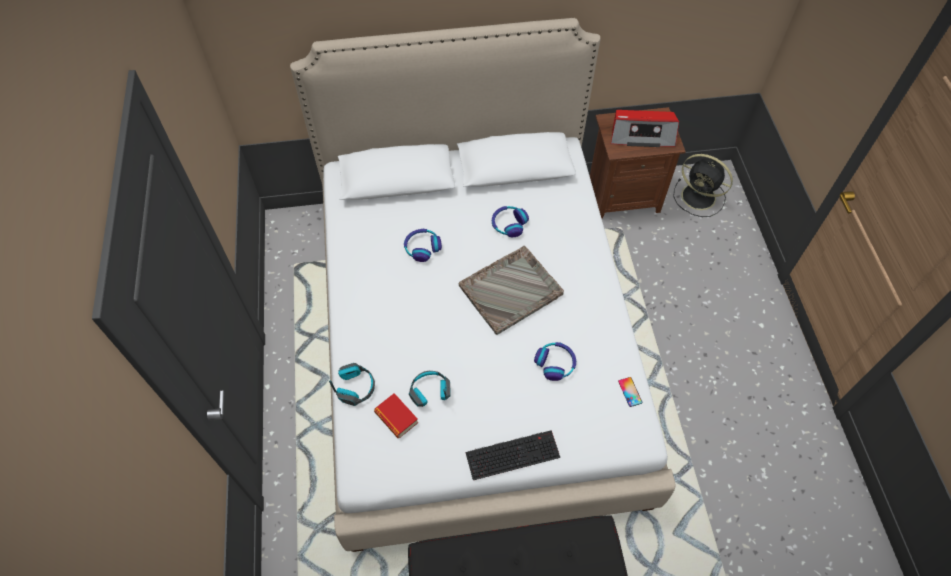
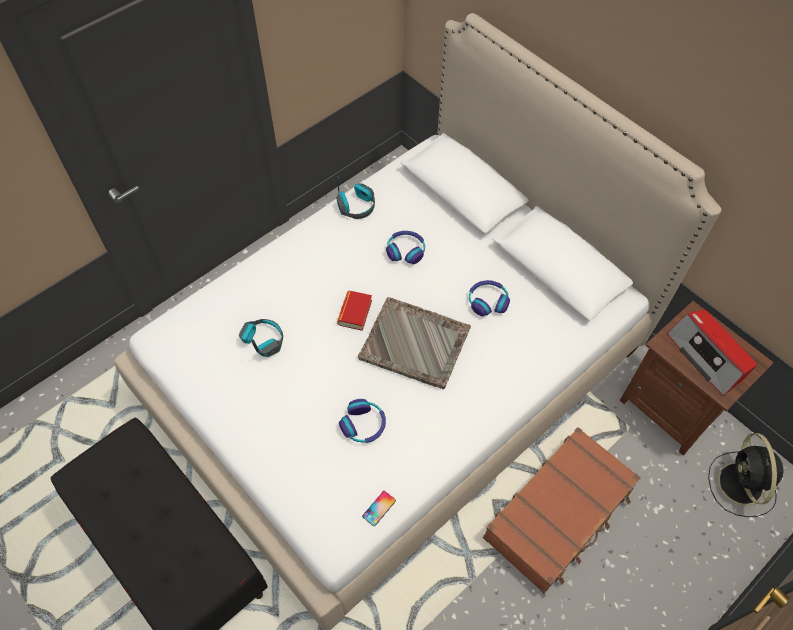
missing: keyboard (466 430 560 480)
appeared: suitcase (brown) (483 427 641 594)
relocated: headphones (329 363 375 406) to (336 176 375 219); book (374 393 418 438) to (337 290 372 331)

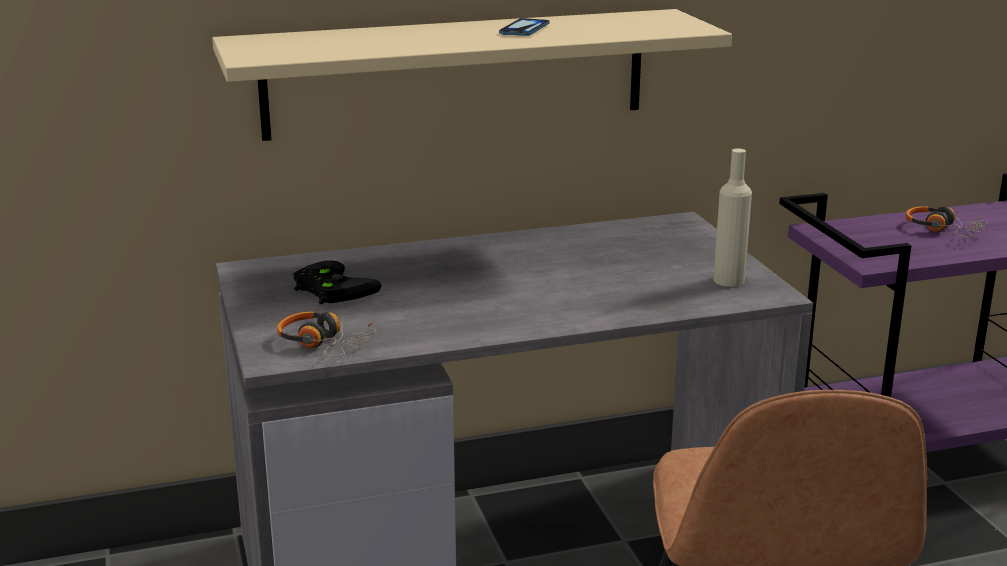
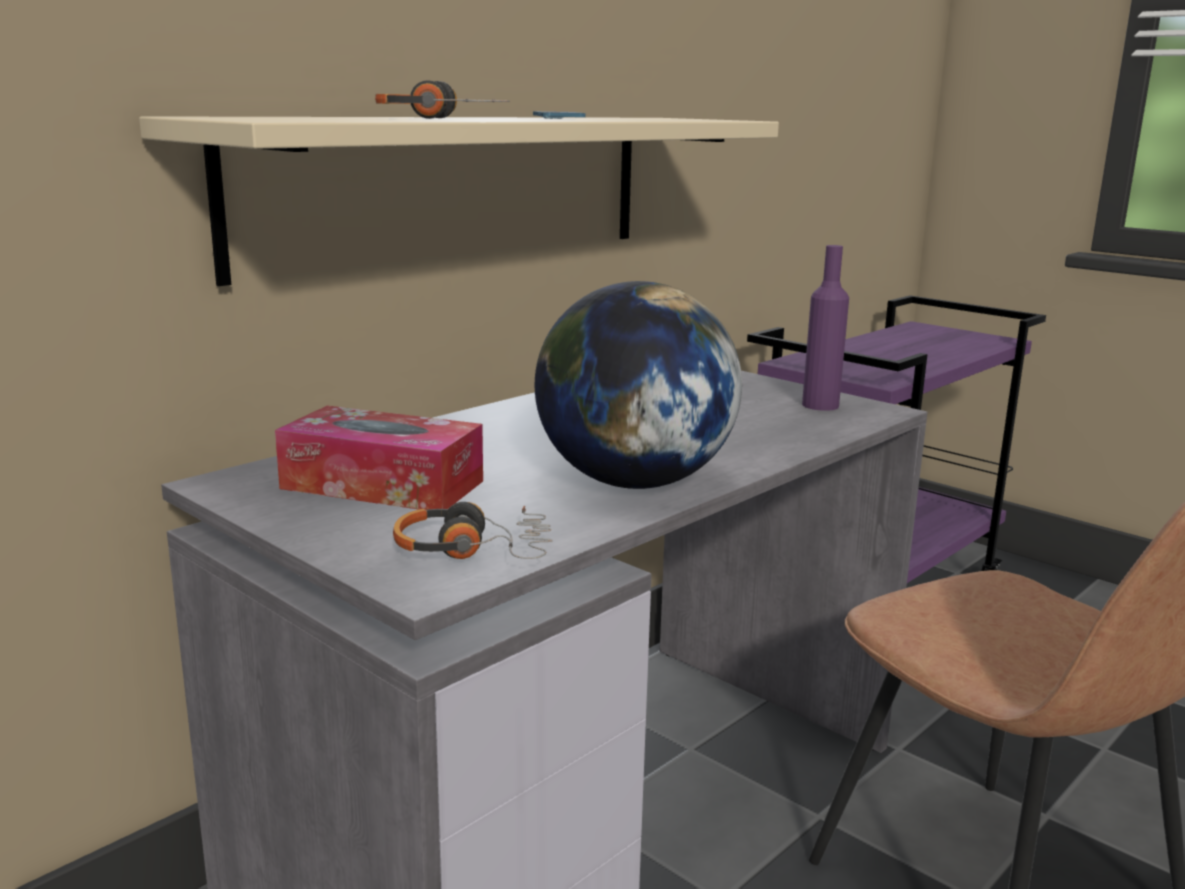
appeared: globe (535 281 742 489)
relocated: headphones (906 206 987 237) to (375 80 509 119)
exchanged: game controller (black) (293 260 381 304) to tissue box (275 406 483 510)
colour: bottle (beige) (713 148 752 287) to bottle (purple) (802 245 849 411)

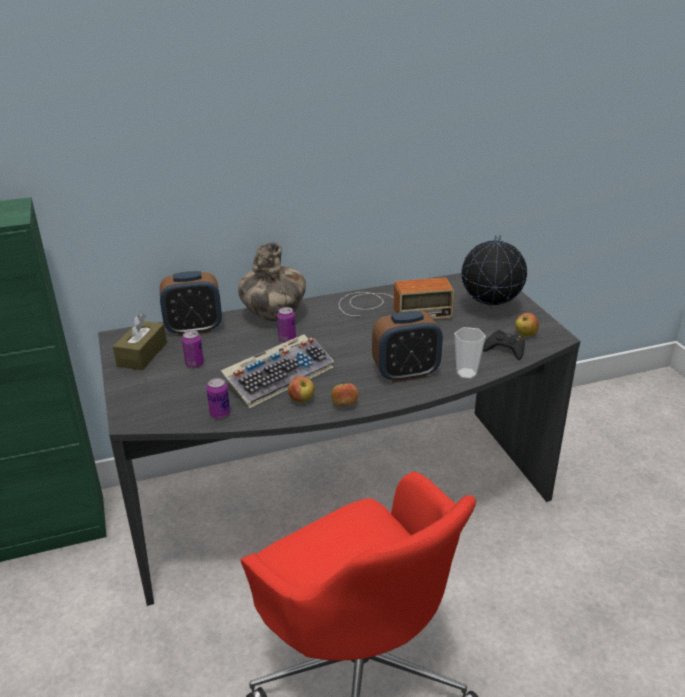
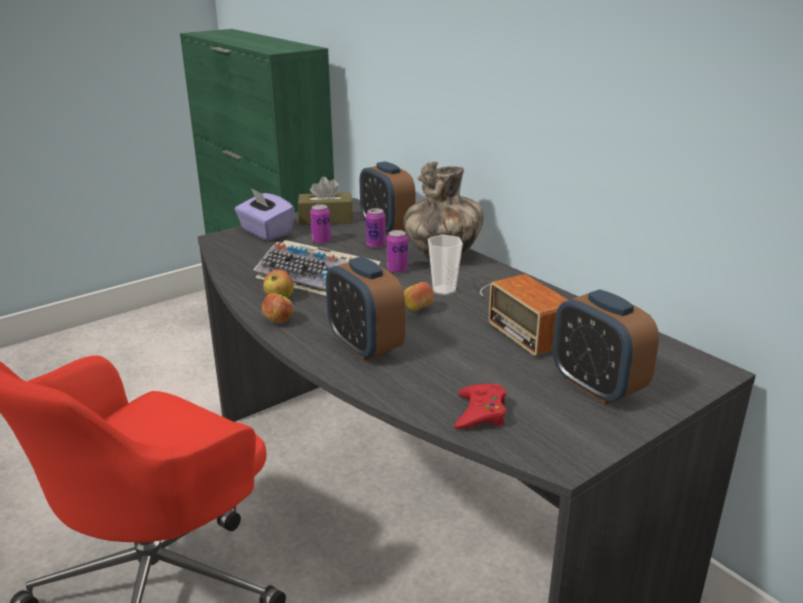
appeared: tissue box (purple) (234 188 294 241)
relocated: can (206 378 230 419) to (366 208 386 248); cup (454 327 486 379) to (428 234 463 296); apple (515 313 539 337) to (404 282 434 311)
exchanged: globe (461 235 527 310) to alarm clock (553 289 659 404)
colour: game controller (black) (483 330 525 360) to game controller (red) (454 383 507 429)

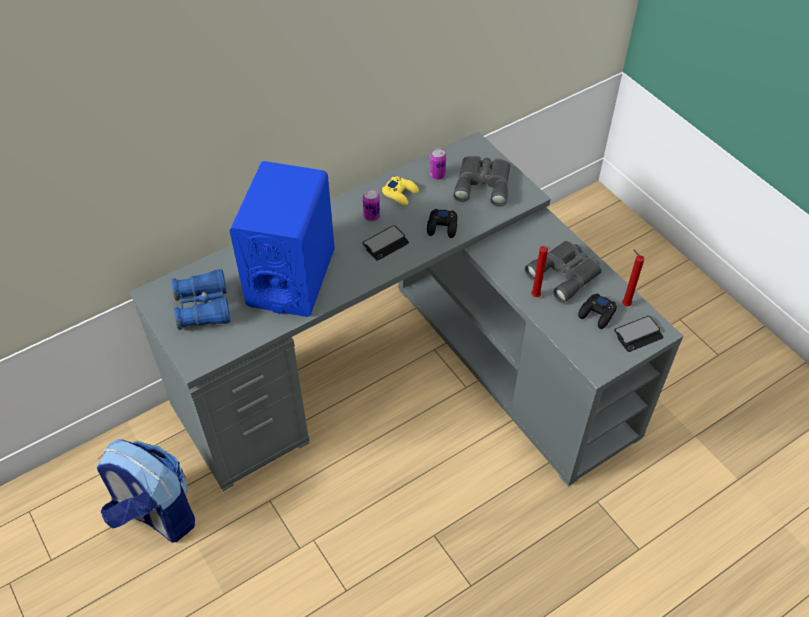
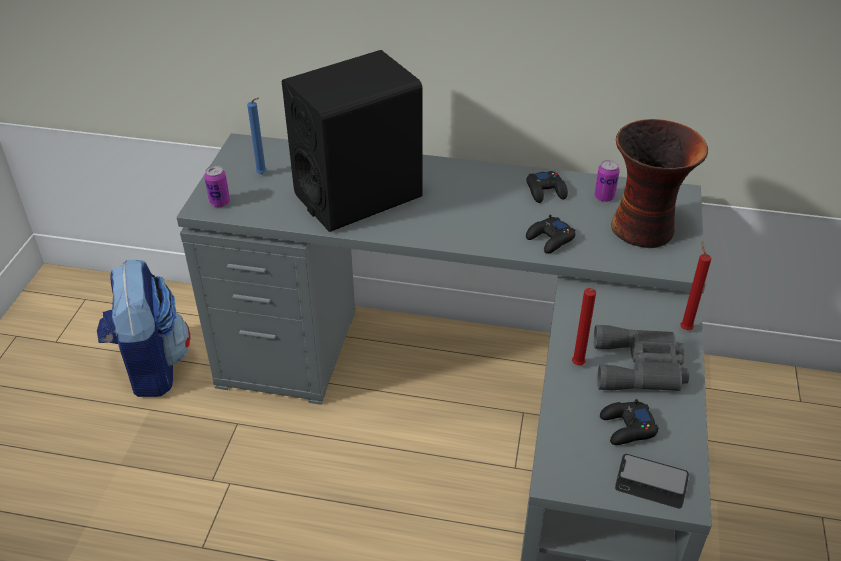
missing: phone (362 225 409 261)
relocated: can (363 189 380 221) to (204 166 230 207); candle (red) (622 249 645 306) to (680 242 711 330)
exchanged: binoculars (blue) (172 269 231 330) to candle (blue) (247 98 267 174); binoculars (grey) (454 155 510 207) to vase (611 119 708 248)
colour: speaker (blue) (230 161 335 317) to speaker (black) (282 50 423 232); game controller (yellow) (382 177 419 206) to game controller (black) (527 171 568 203)

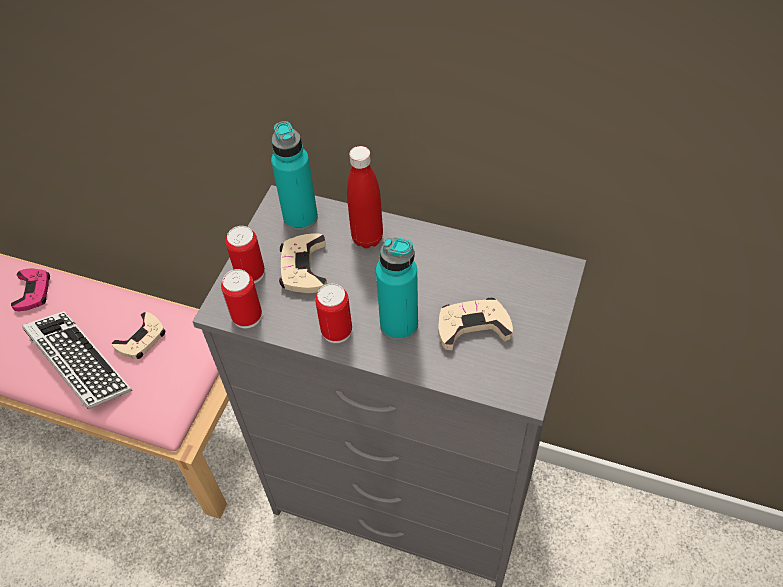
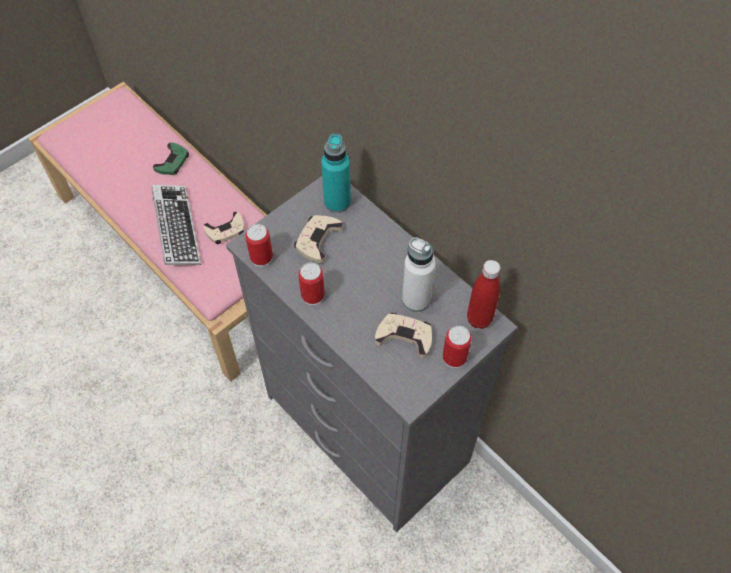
missing: bottle (turquoise) (376 237 418 341)
appeared: bottle (white) (402 237 436 312)
relocated: can (226 226 265 284) to (443 326 472 368); bottle (red) (347 146 383 248) to (467 260 500 329)
colour: game controller (pink) (11 268 50 311) to game controller (green) (153 143 189 175)

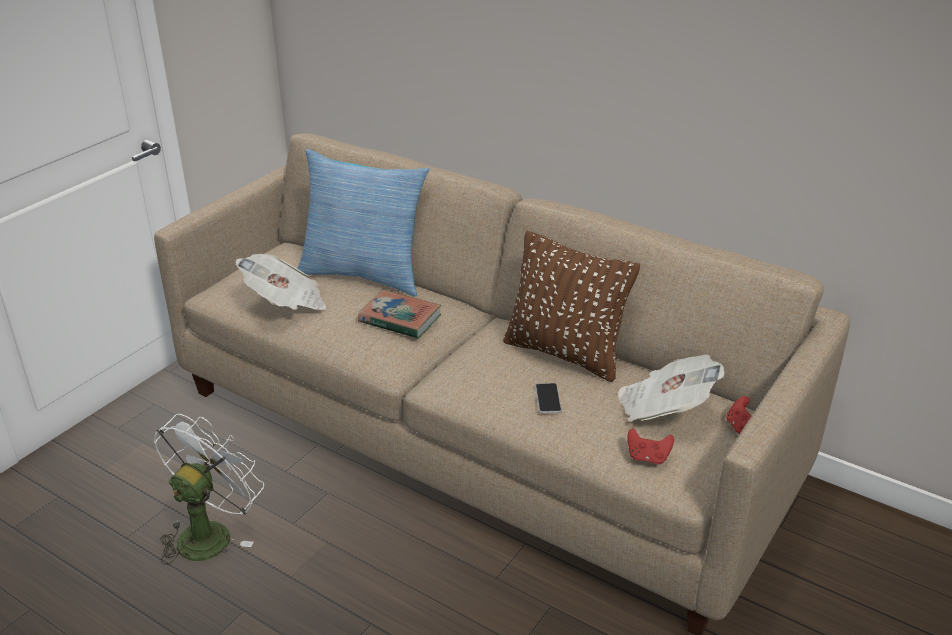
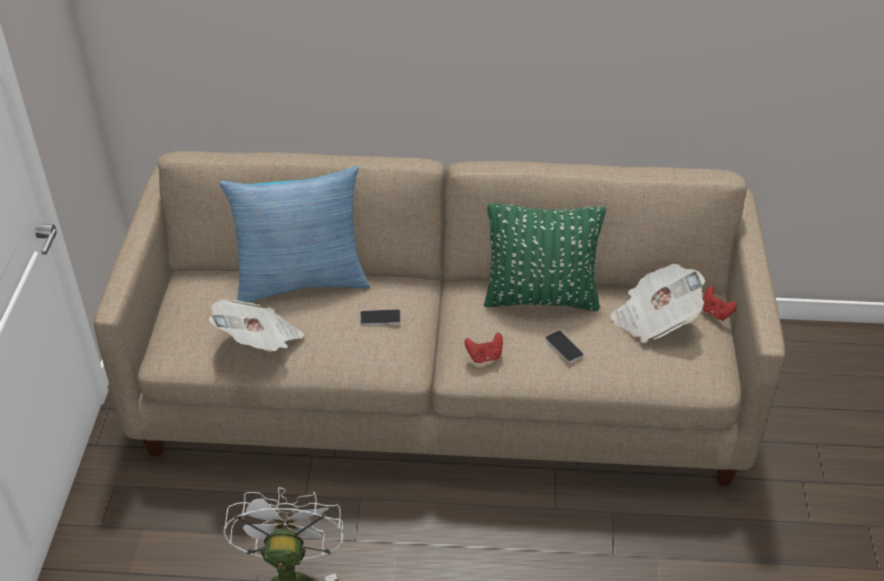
relocated: game controller (red) (628 428 674 464) to (465 333 503 363)
exchanged: book (358 290 441 339) to phone (360 309 401 325)
colour: pillow (brown) (503 231 640 382) to pillow (green) (484 203 606 311)

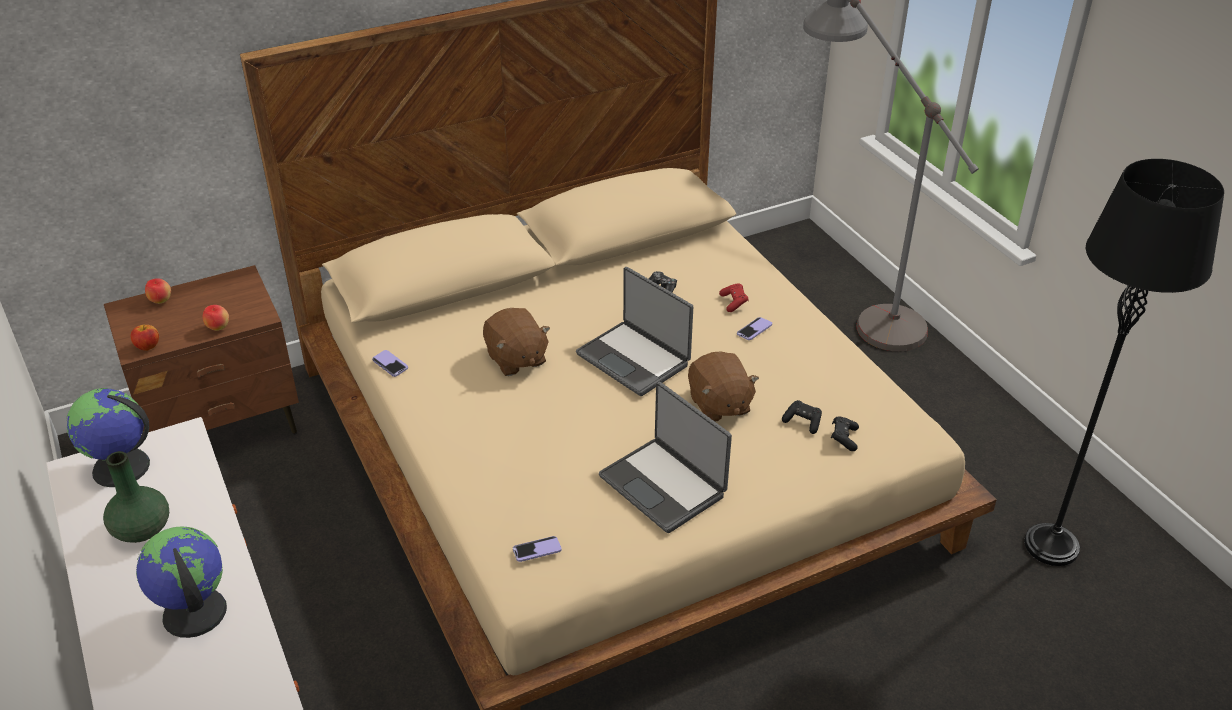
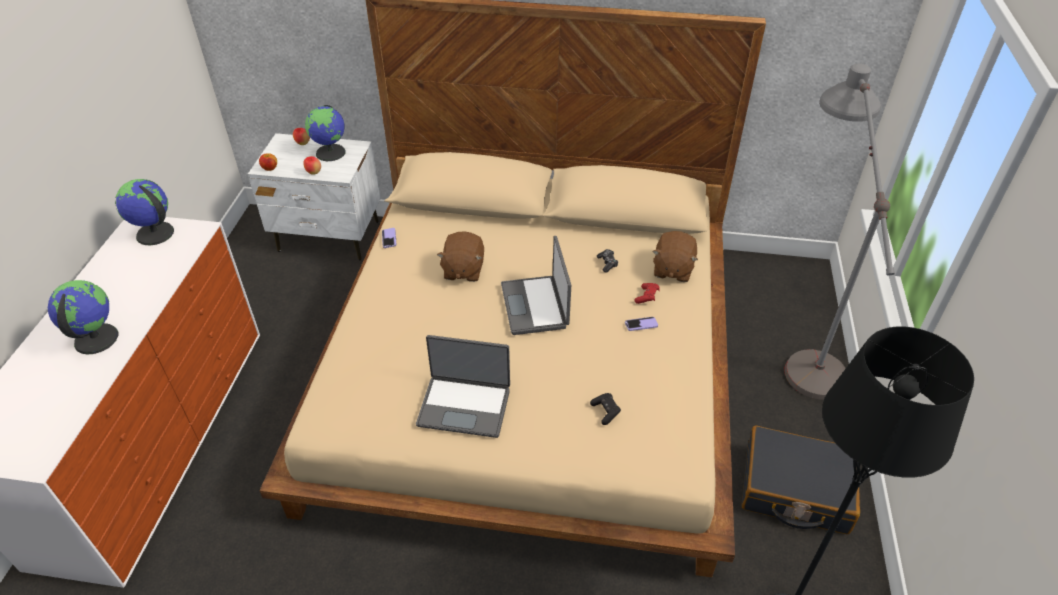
missing: vase (green) (103 451 169 543); phone (513 536 562 562); game controller (black) (831 416 859 451)
appeared: globe (305 105 346 161); suitcase (black) (741 425 860 534)
relocated: plush toy (brown) (688 351 759 422) to (652 231 698 282)
colour: nightstand (brown) (104 265 299 435) to nightstand (white) (248 133 381 260)
spun: laptop (599 382 732 533) = (416 335 510 438) 75 degrees counterclockwise

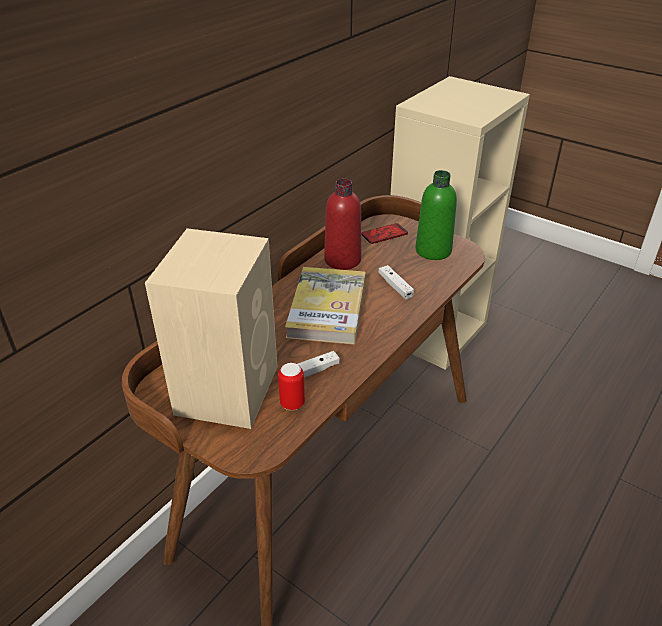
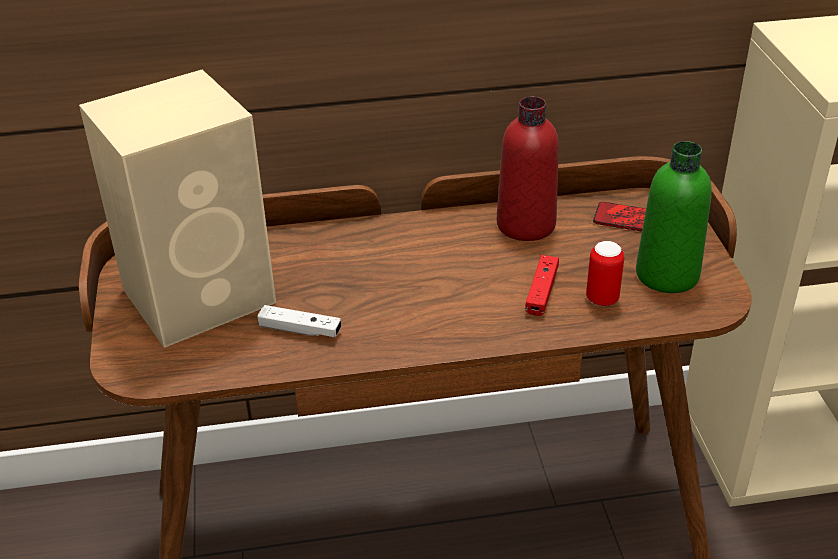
missing: book (285 267 366 345)
relocated: can (278 363 305 410) to (586 241 624 306)
colour: game controller (white) (378 265 414 299) to game controller (red) (526 255 559 316)

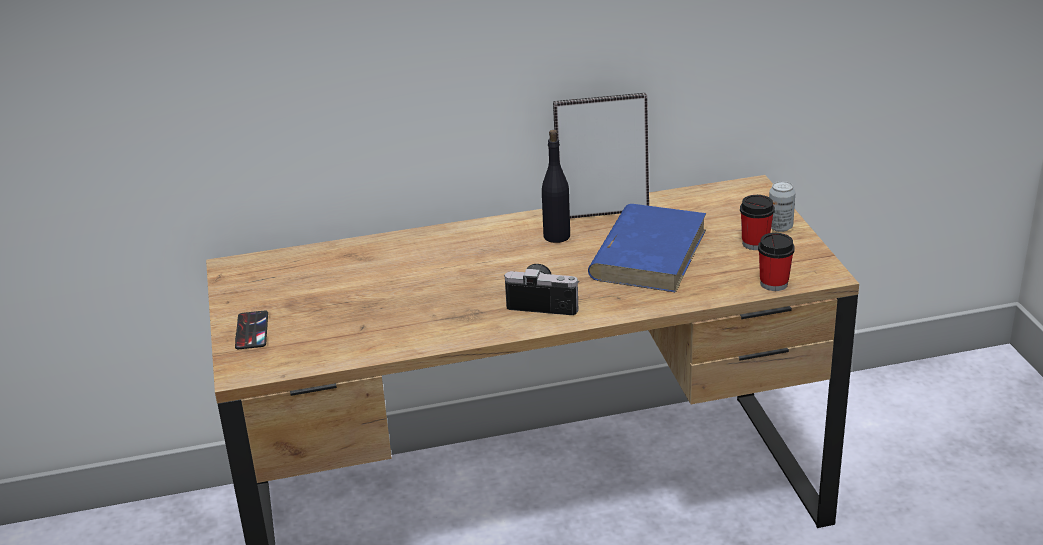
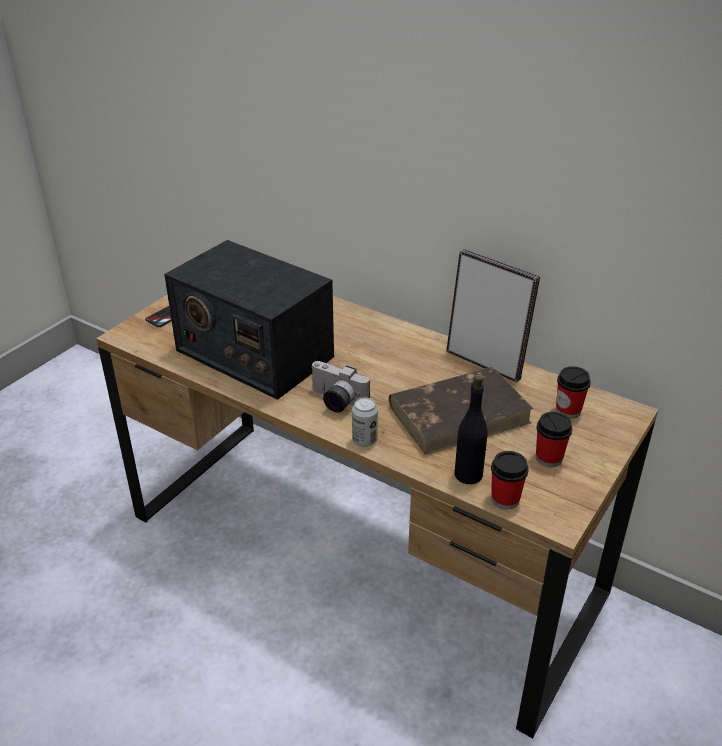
appeared: radio (164 240 334 400); cup (556 366 591 419)
relocated: bottle (black) (542 130 570 243) to (455 375 487 484); can (769 181 795 232) to (352 397 378 447)
colour: book (blue) (588 204 707 293) to book (brown) (389 367 533 455)
spun: photo camera (504 264 579 315) = (312 361 370 413) 150 degrees clockwise

